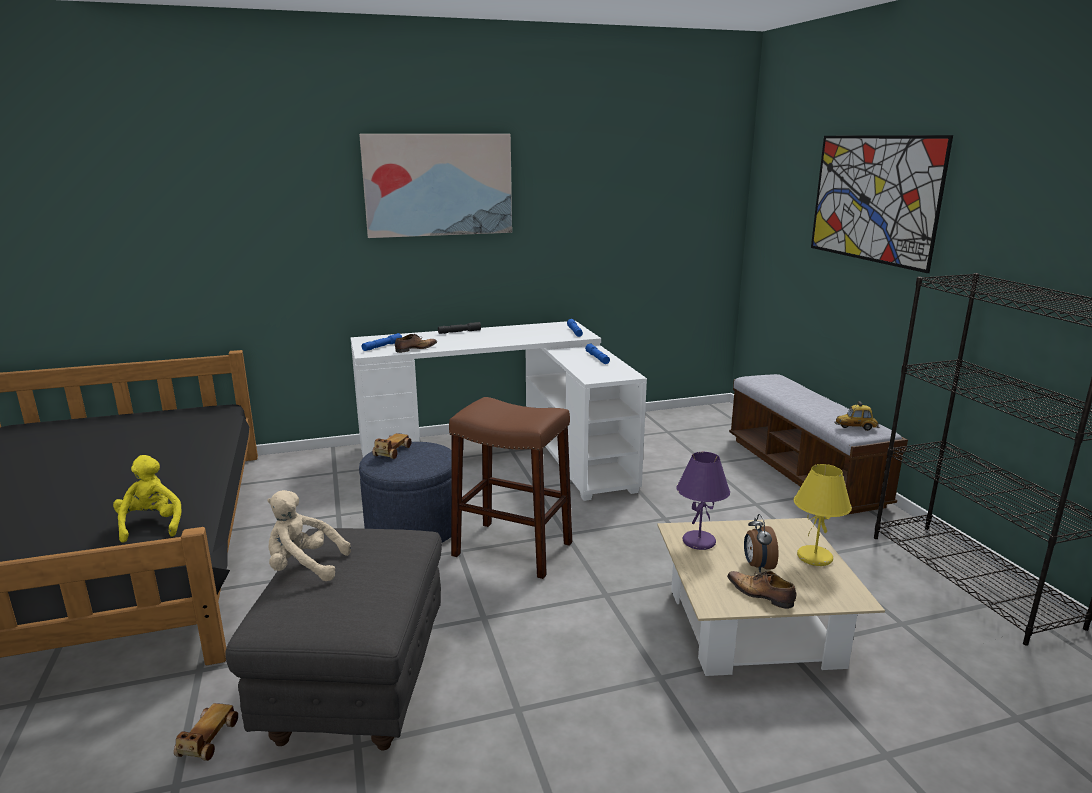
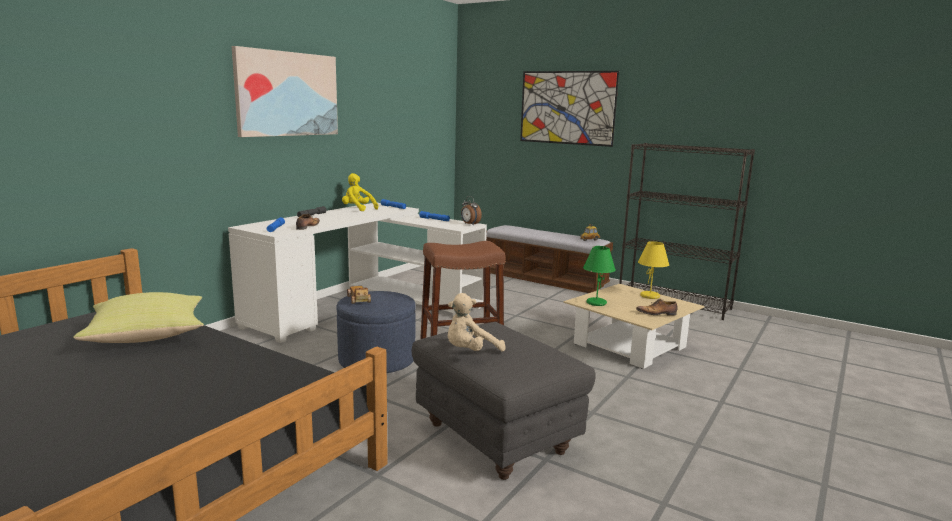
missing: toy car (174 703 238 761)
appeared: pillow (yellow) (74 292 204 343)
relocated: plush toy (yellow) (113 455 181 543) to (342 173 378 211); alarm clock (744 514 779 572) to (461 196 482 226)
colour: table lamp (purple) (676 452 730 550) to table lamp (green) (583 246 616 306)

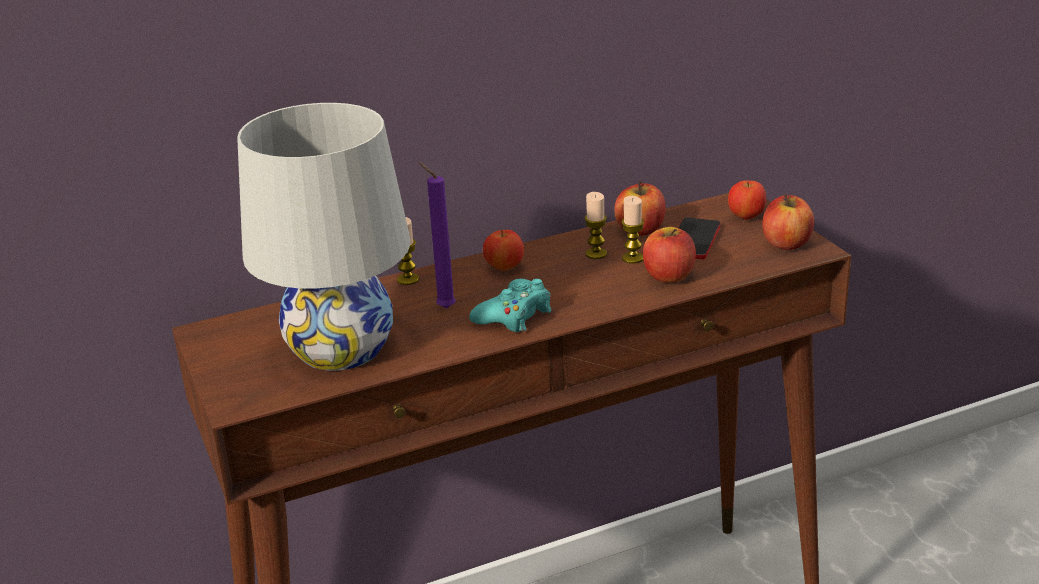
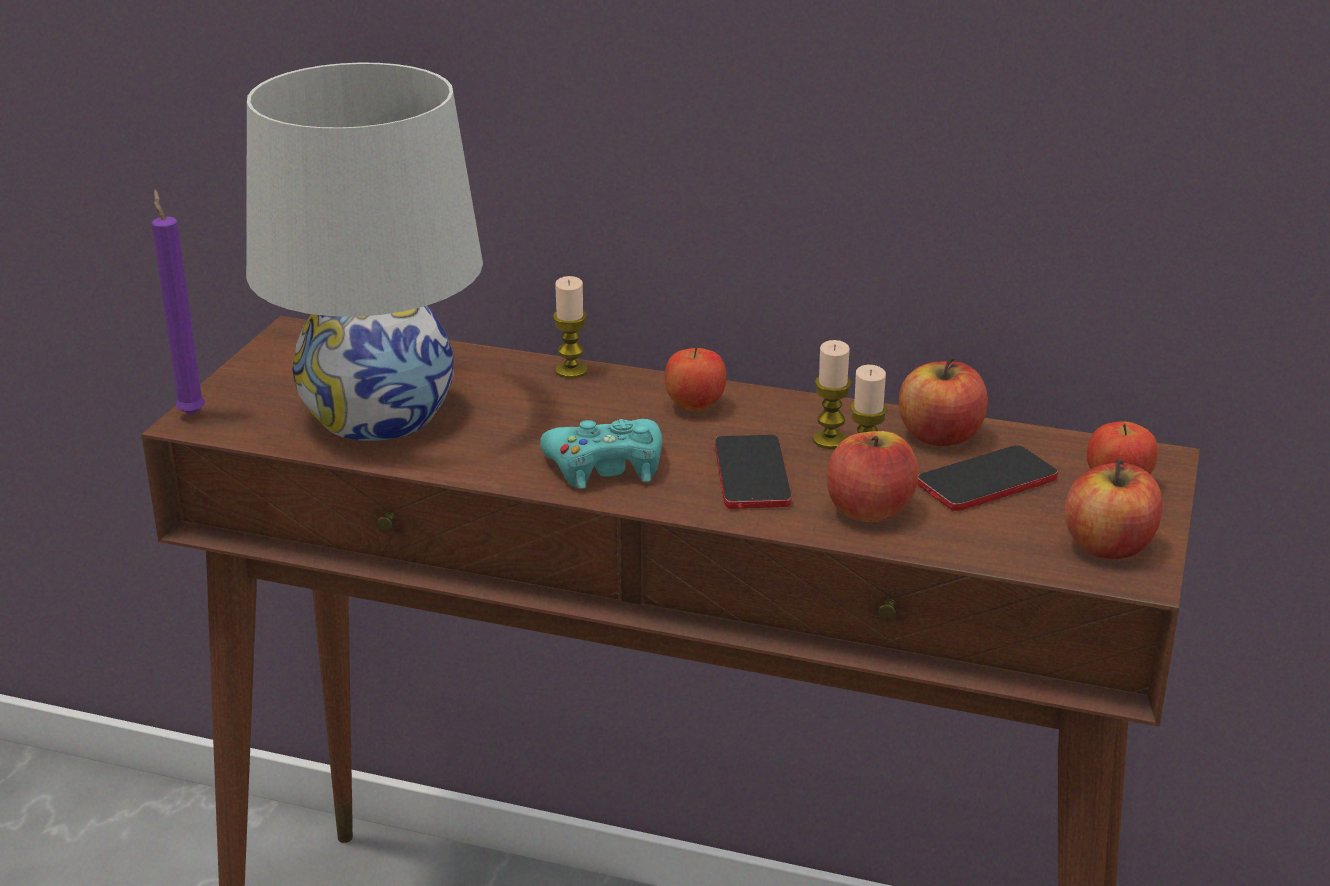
appeared: phone (715 435 792 509)
relocated: candle (purple) (418 162 456 309) to (152 190 205 415)

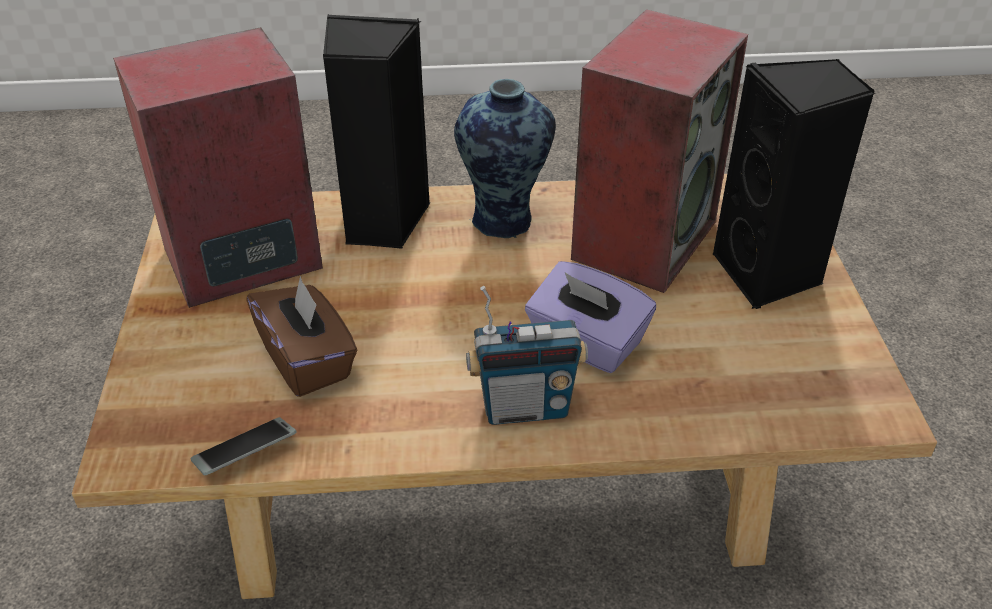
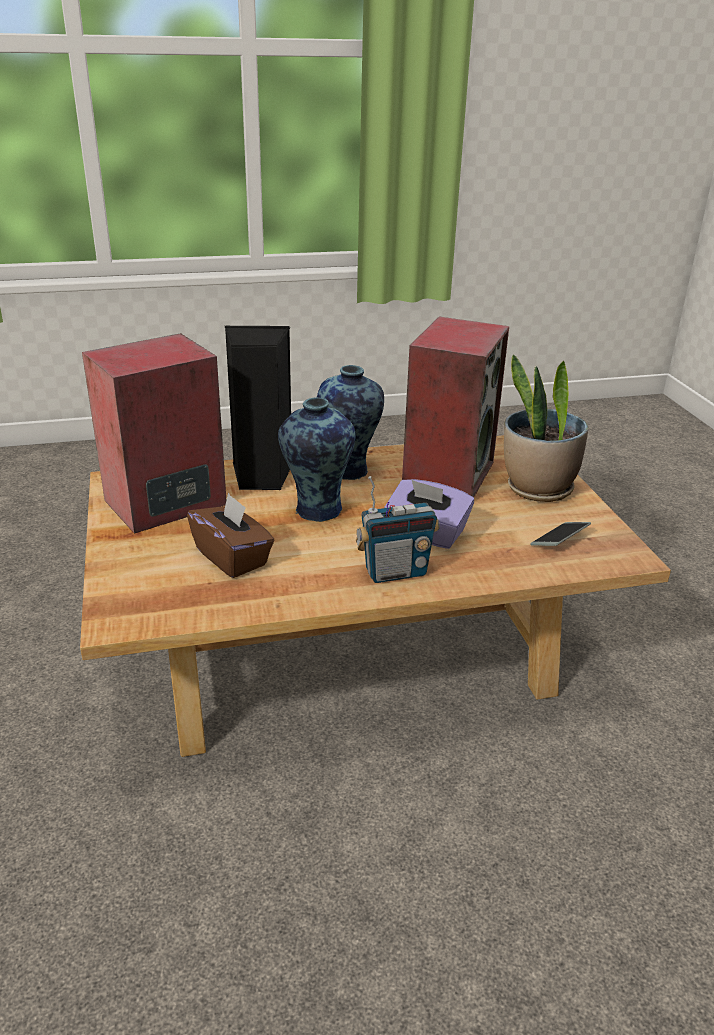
appeared: vase (278 397 356 522)
relocated: phone (190 417 297 475) to (530 522 591 546)
exchanged: speaker (black) (713 59 875 309) to potted plant (504 354 588 502)

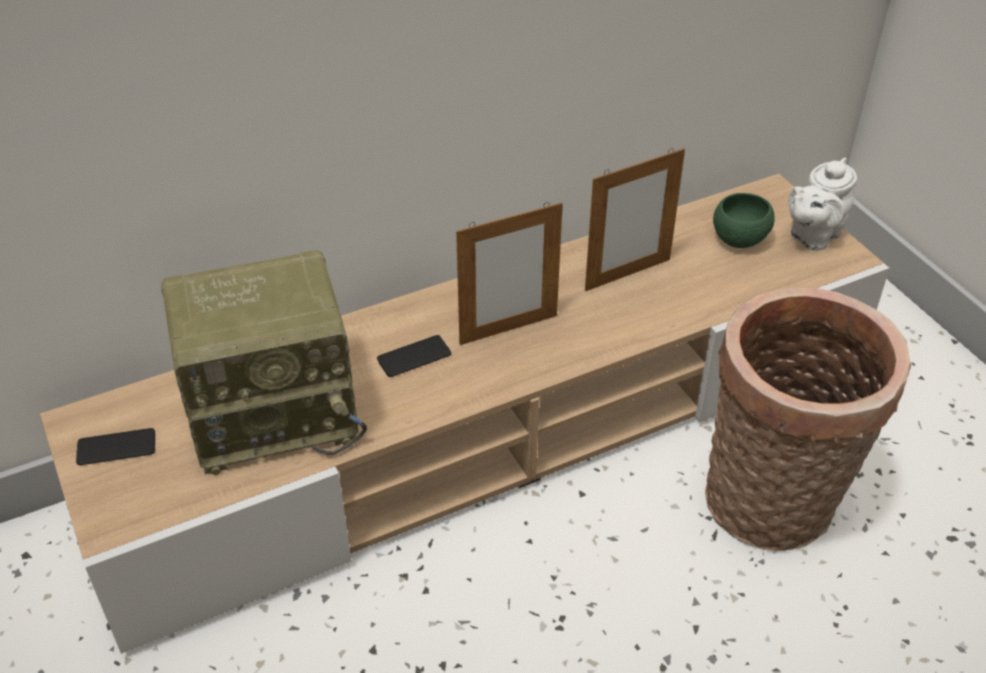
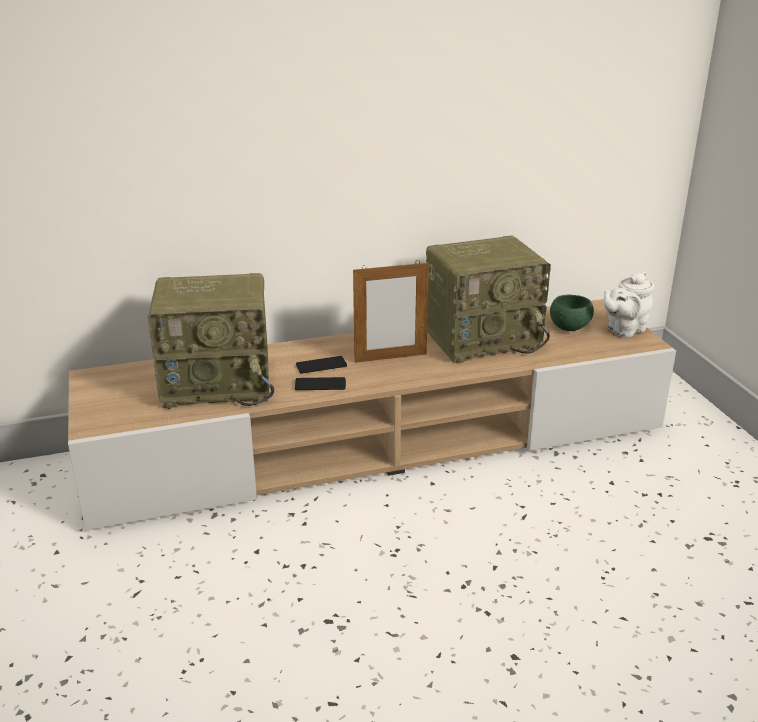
missing: basket (705 287 911 551)
relocated: phone (76 428 155 465) to (295 377 346 390)
exchanged: picture frame (585 148 685 291) to radio (426 236 551 363)

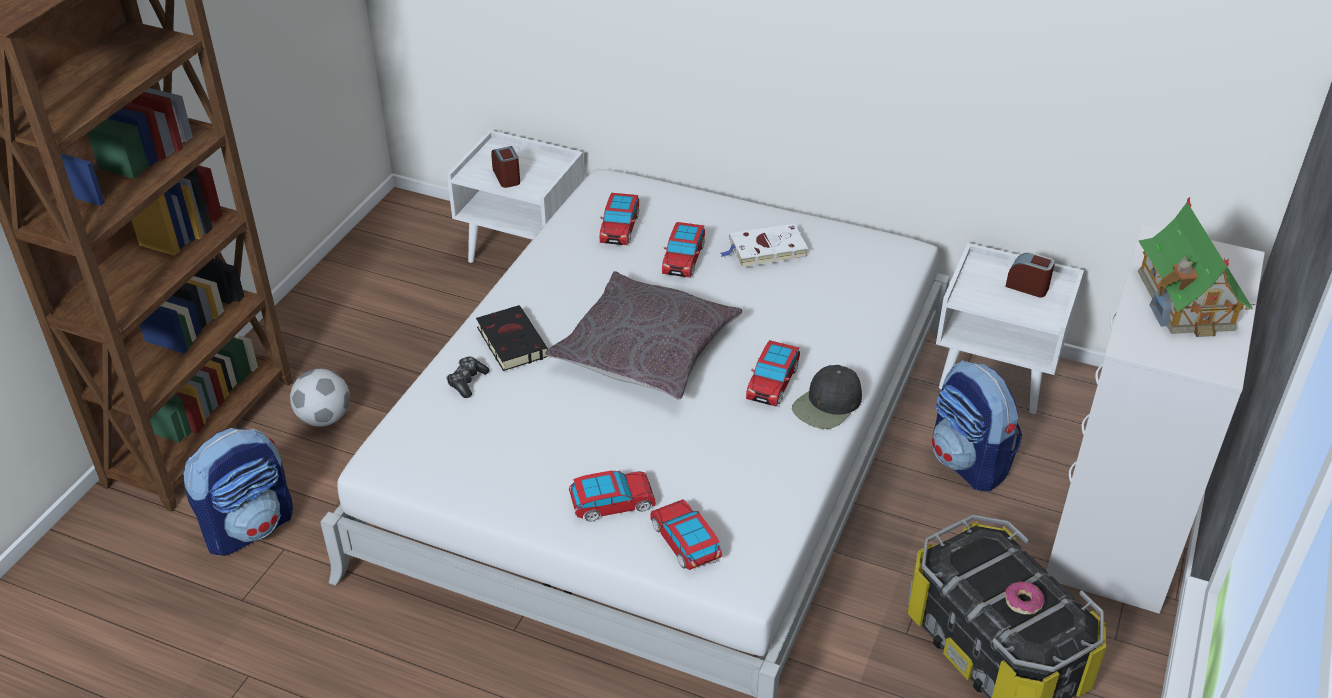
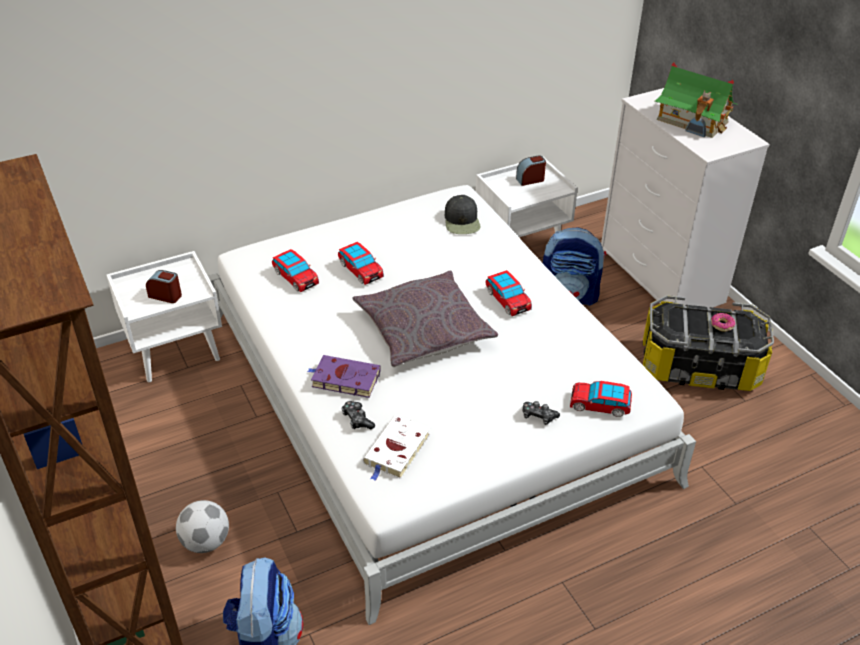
relocated: book (white) (720 224 808 268) to (363 415 430 481); cap (black) (792 365 862 429) to (445 195 481 234)
exchanged: toy car (569 471 656 522) to game controller (523 401 560 425)
colour: book (black) (476 305 548 371) to book (purple) (307 355 381 398)

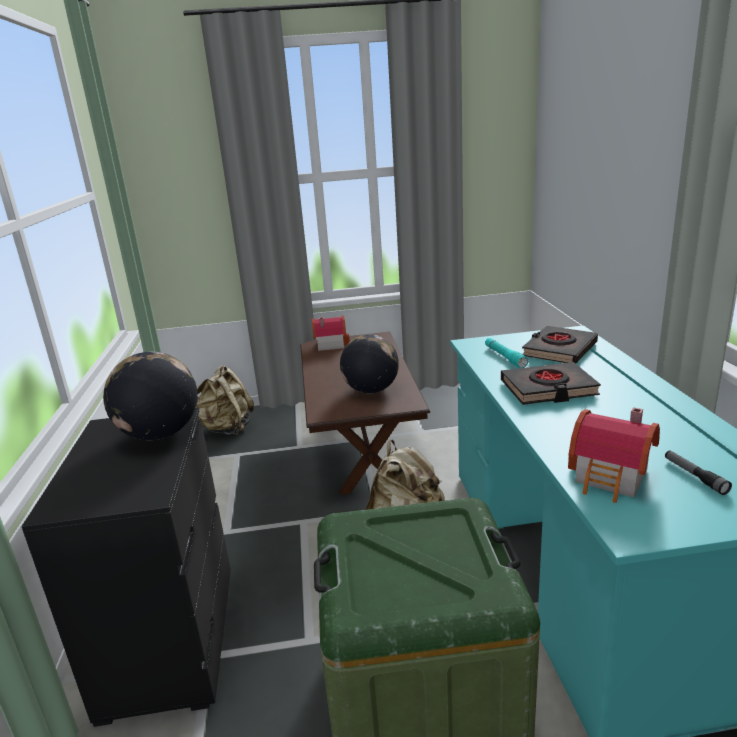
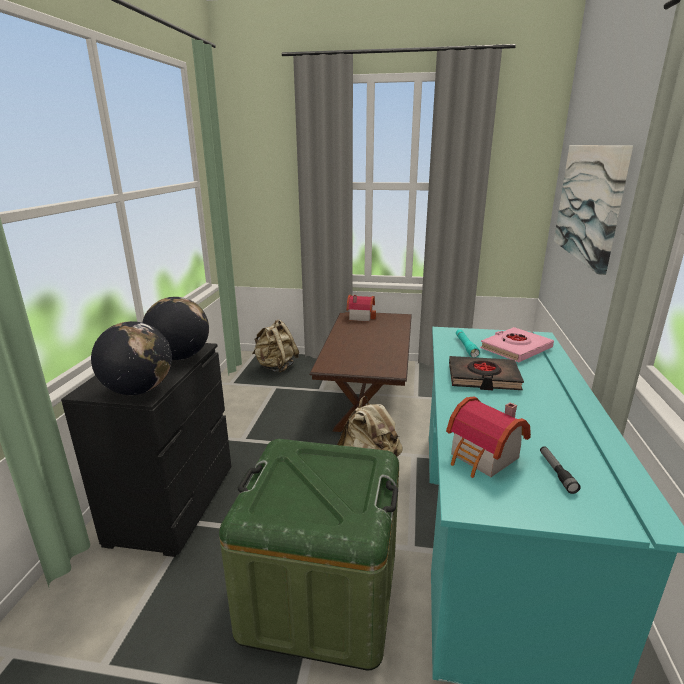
appeared: picture (554 145 633 275)
relocated: globe (340 334 399 393) to (91 321 172 395)
colour: book (black) (522 326 598 364) to book (pink) (480 327 554 362)

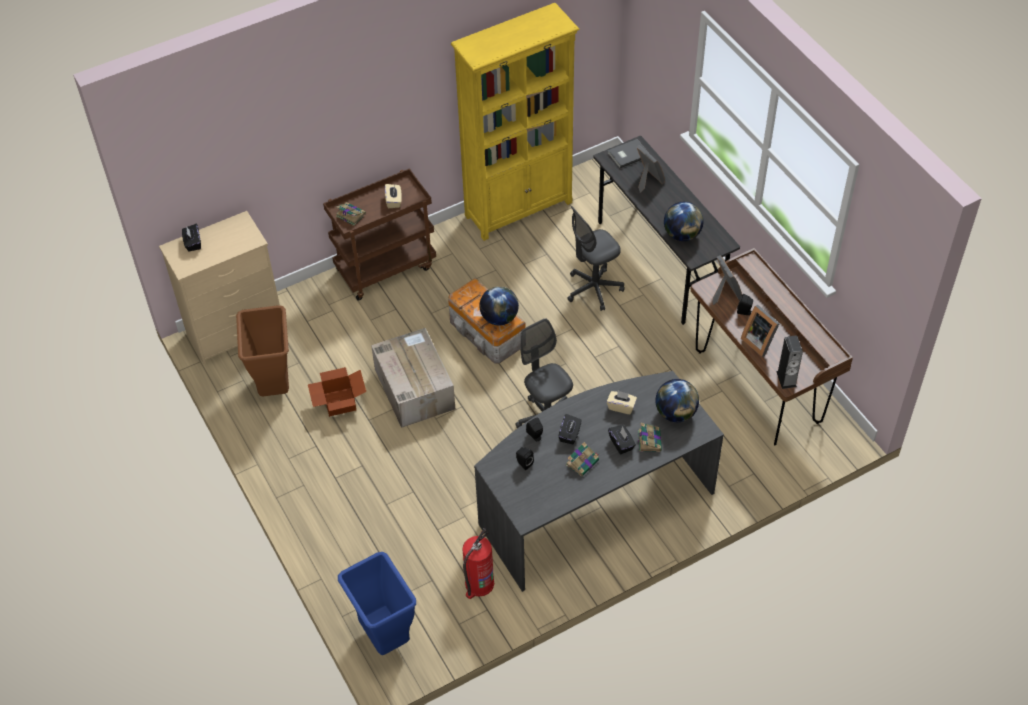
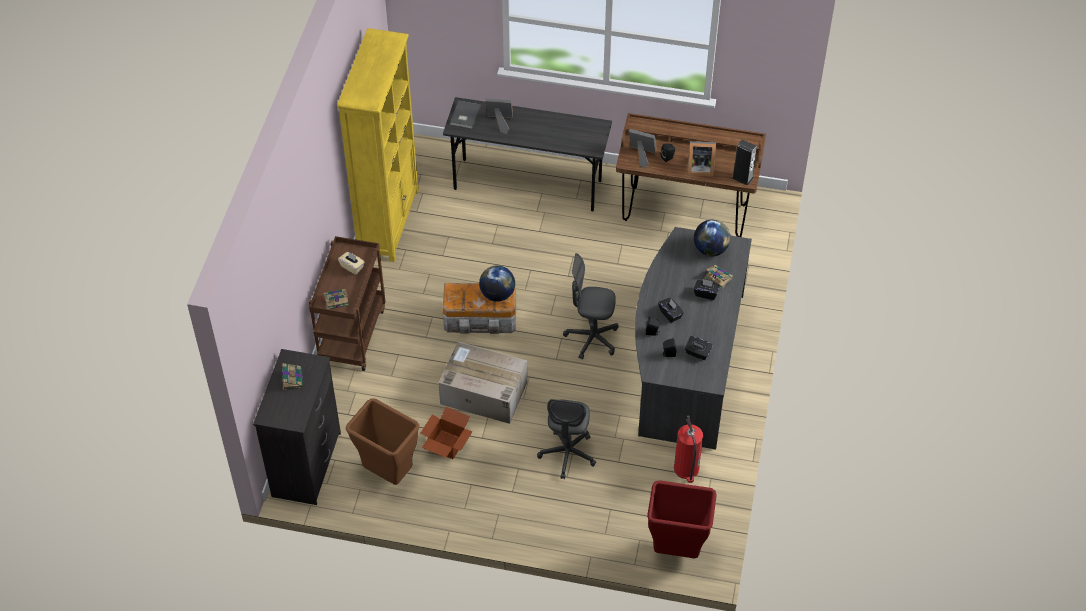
missing: tissue box (beige) (607 391 637 414); globe (664 202 704 241)
relocated: tissue box (black) (182 224 201 251) to (685 336 713 360); book (565 442 599 476) to (281 363 303 390); office chair (grey) (567 206 624 311) to (537 399 596 479)
colour: dresser (beige) (159 211 280 365) to dresser (black) (253 349 341 505); trash can (blue) (338 552 416 655) to trash can (red) (647 480 717 558)

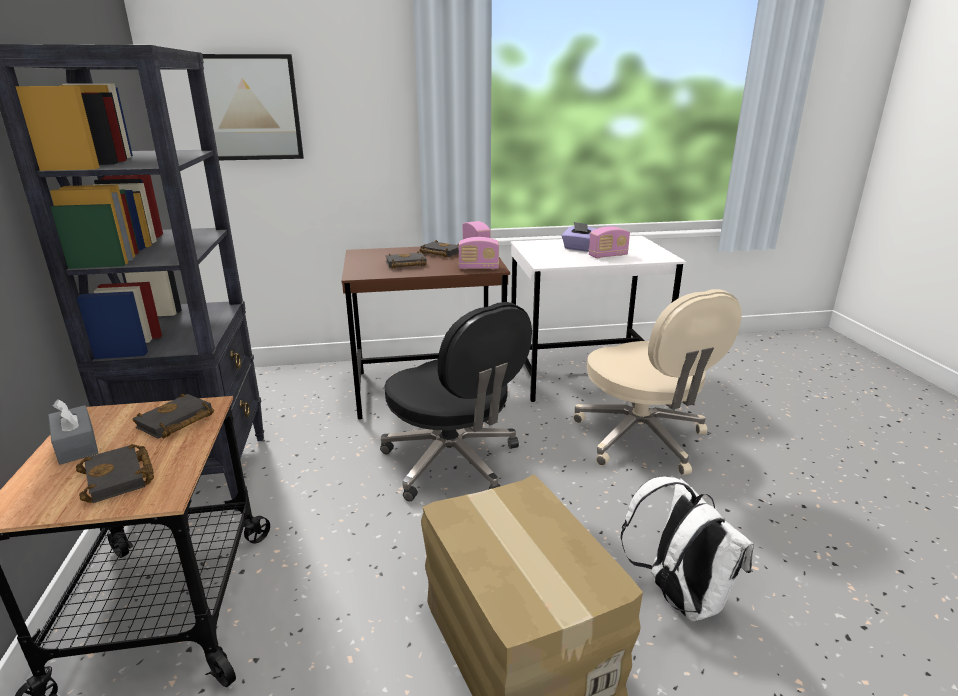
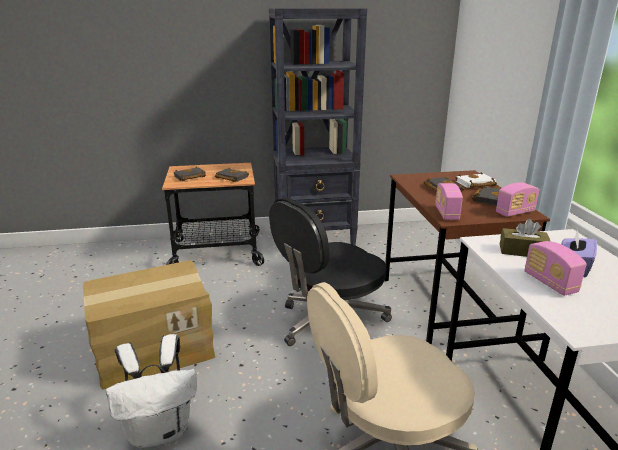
missing: tissue box (grey) (48 399 98 465); picture (202 54 304 160)
appeared: book (white) (456 172 497 189); tissue box (brown) (500 219 550 257)

